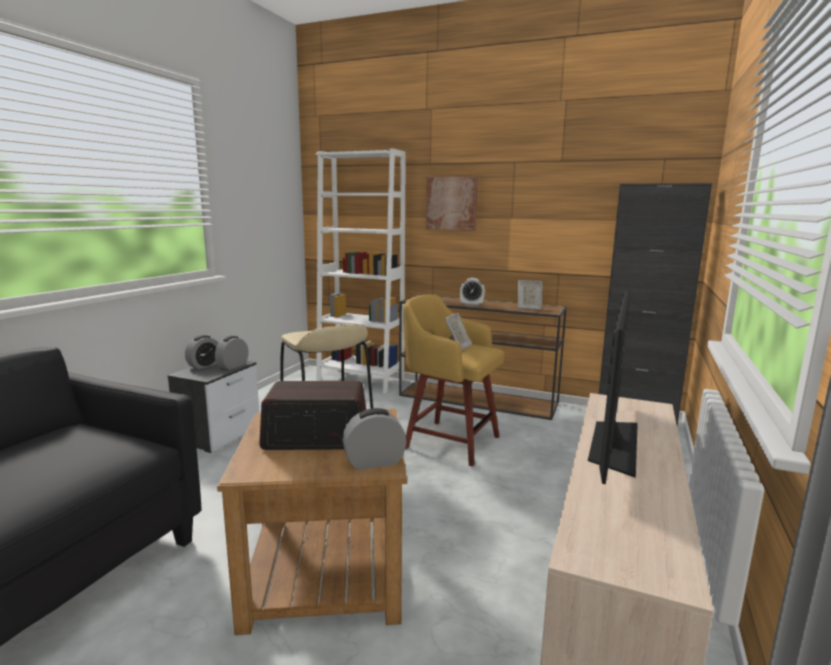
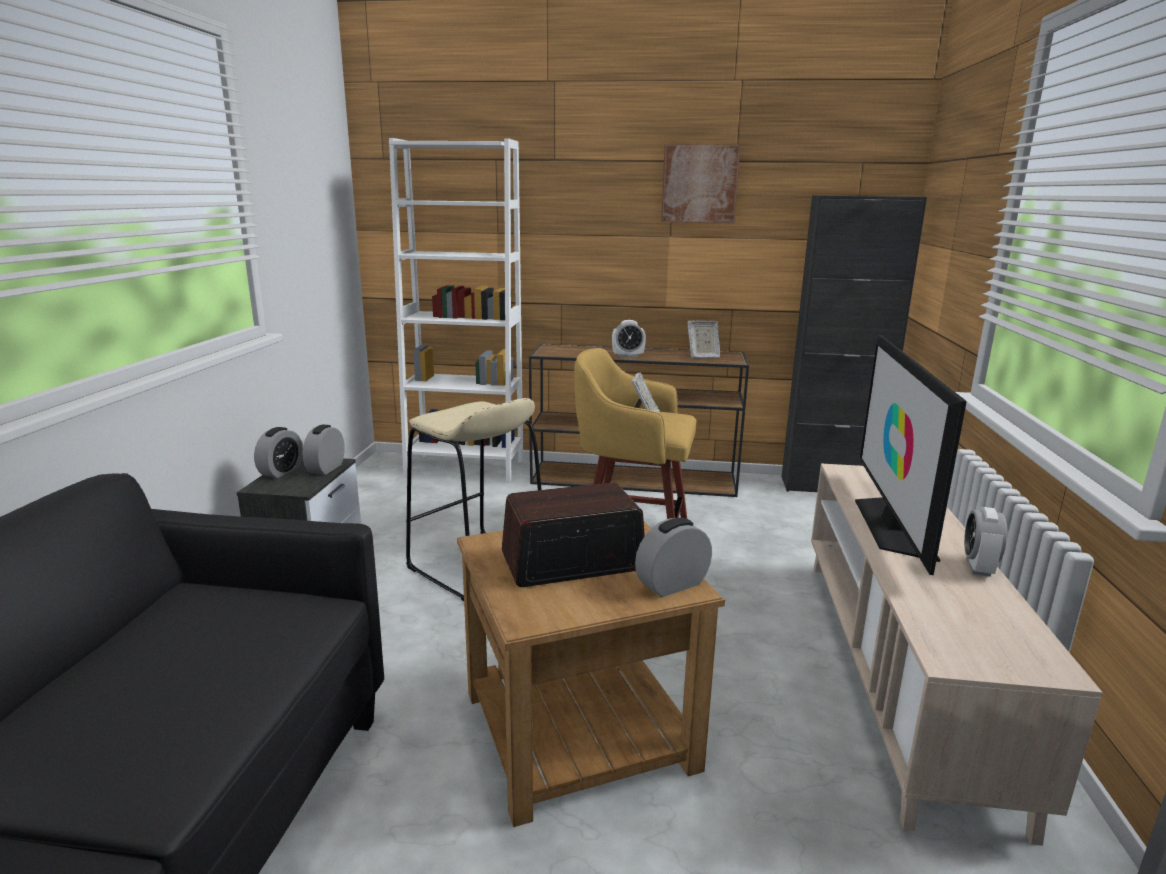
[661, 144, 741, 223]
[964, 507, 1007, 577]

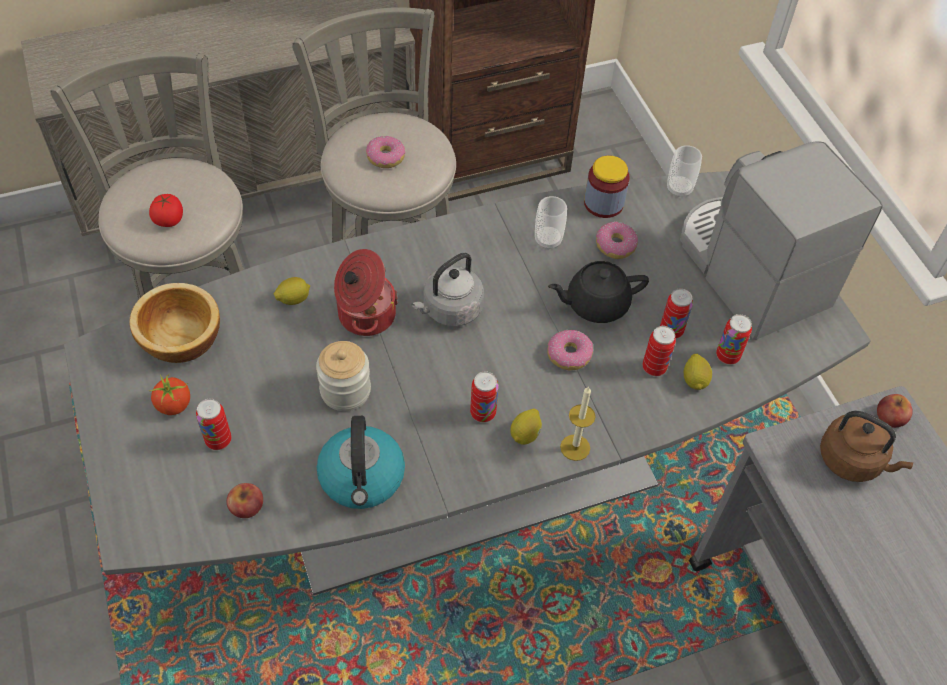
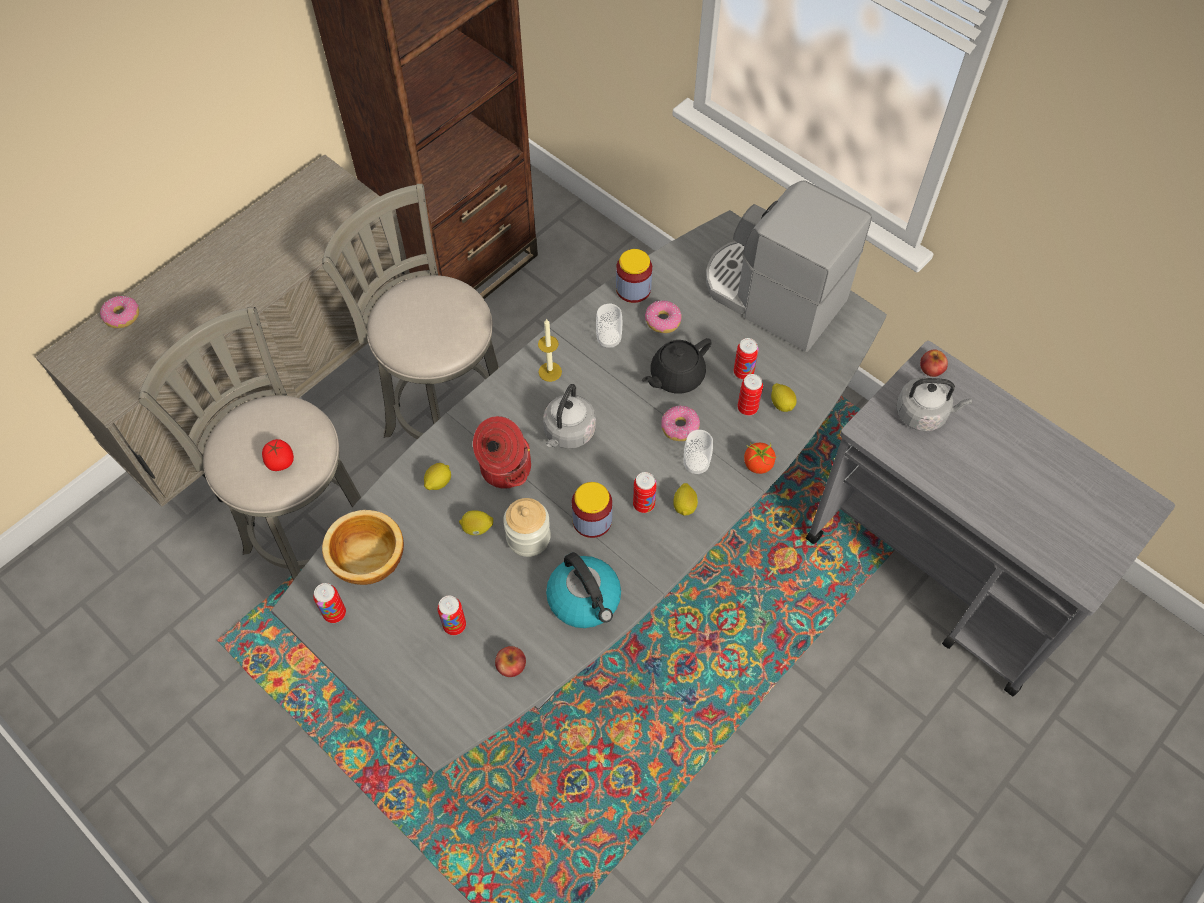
[100, 296, 139, 328]
[313, 583, 346, 623]
[459, 510, 493, 535]
[538, 319, 562, 382]
[572, 482, 613, 538]
[684, 430, 713, 475]
[744, 442, 778, 474]
[896, 377, 972, 431]

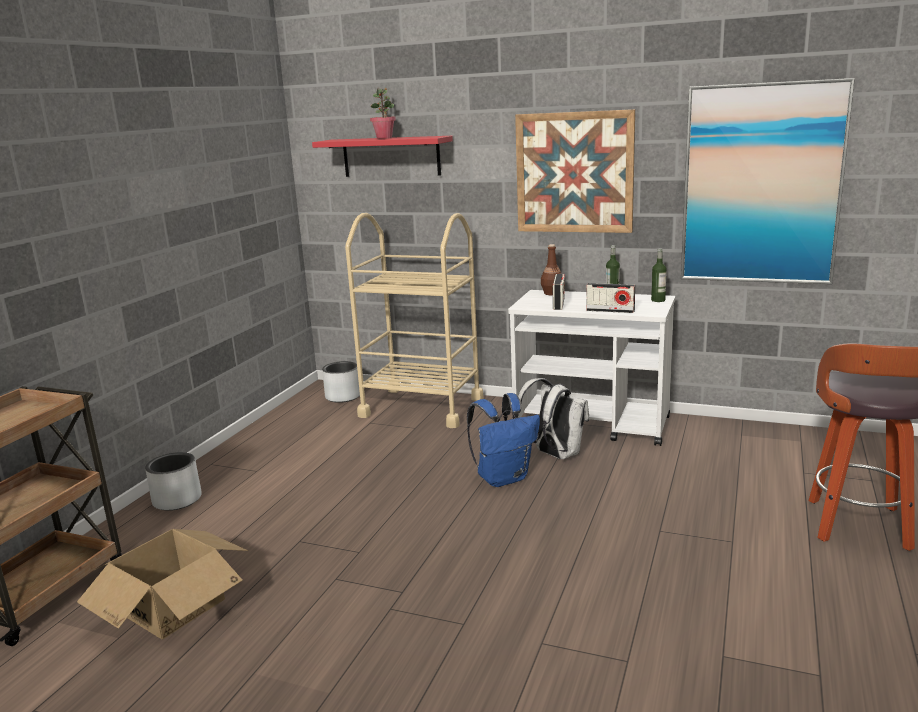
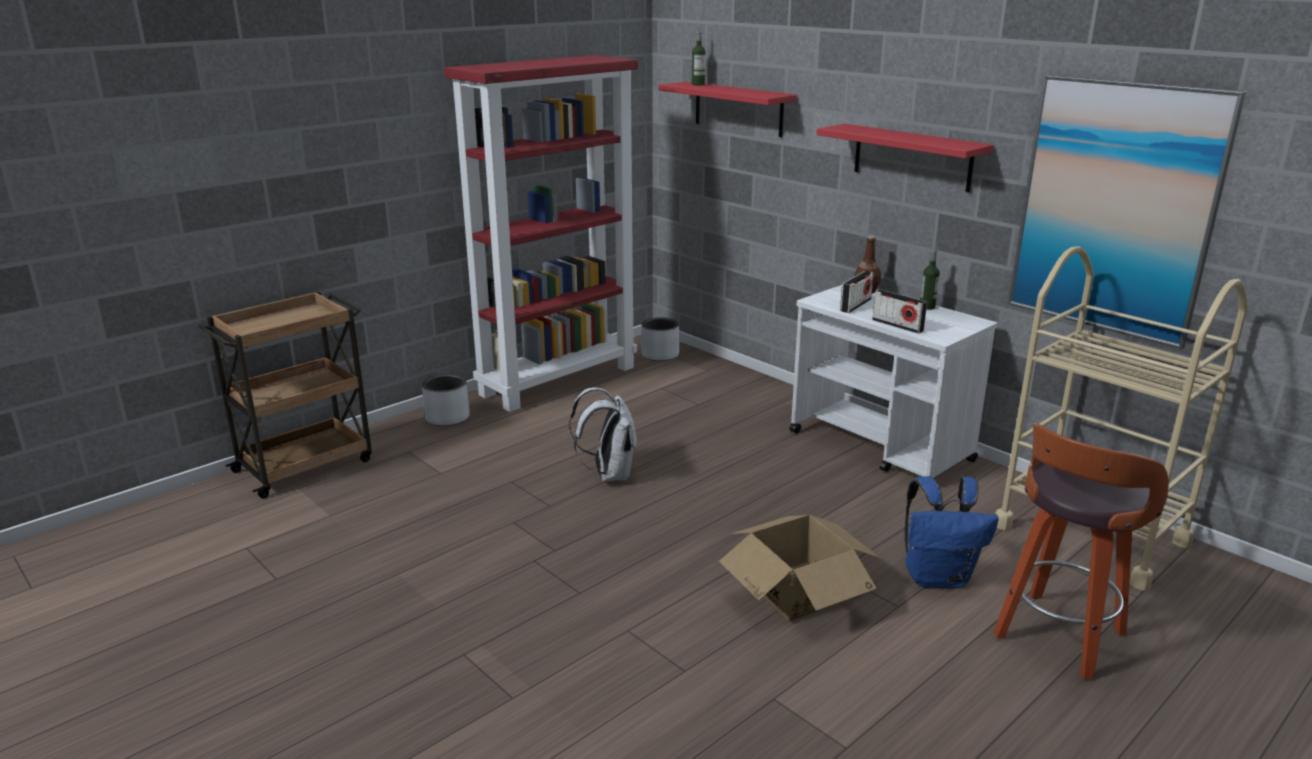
[444, 55, 638, 412]
[569, 387, 637, 482]
[692, 31, 706, 85]
[719, 515, 882, 621]
[817, 124, 994, 192]
[905, 476, 998, 588]
[995, 246, 1248, 591]
[370, 88, 396, 139] (first image)

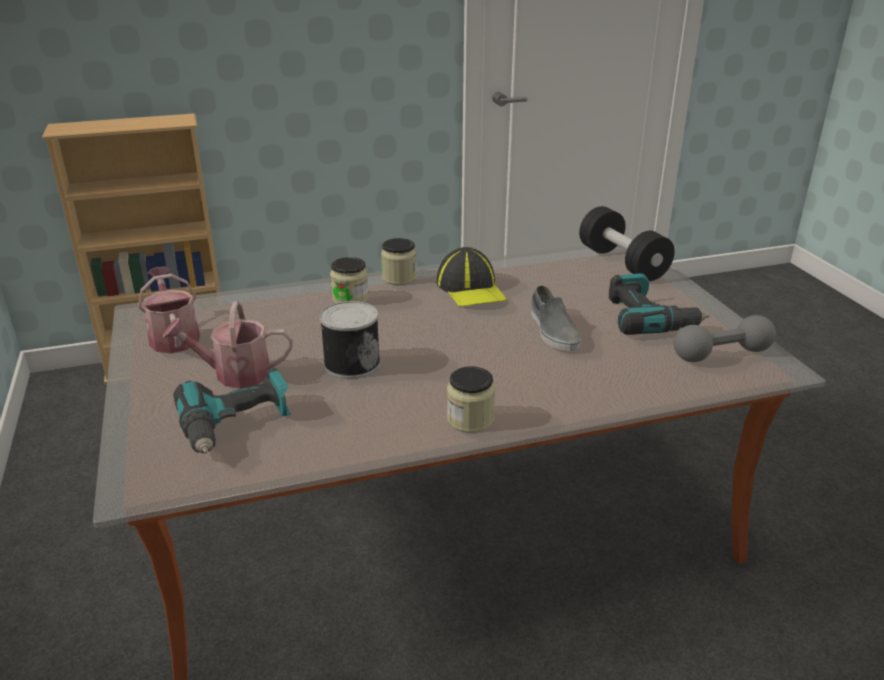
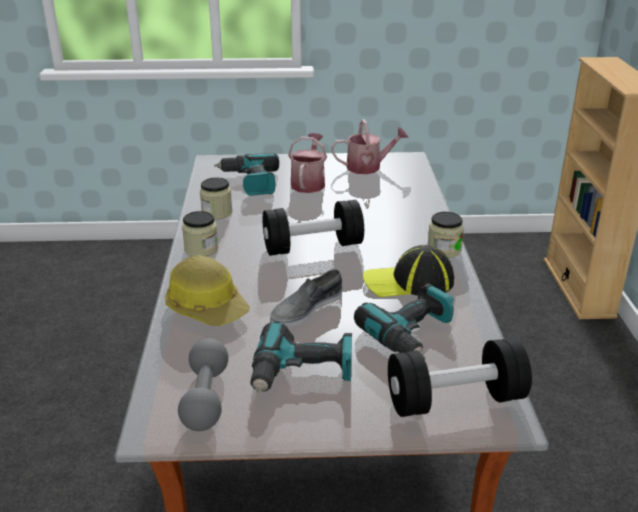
[165, 255, 250, 326]
[200, 177, 232, 219]
[263, 200, 364, 256]
[270, 269, 342, 328]
[354, 284, 454, 359]
[320, 301, 380, 379] (first image)

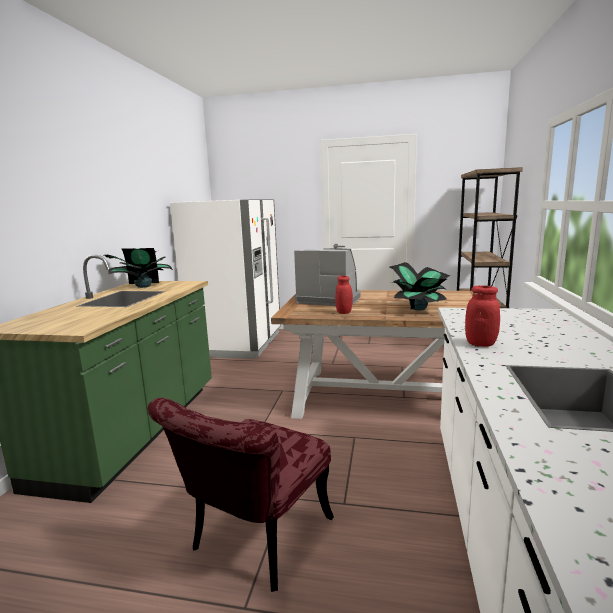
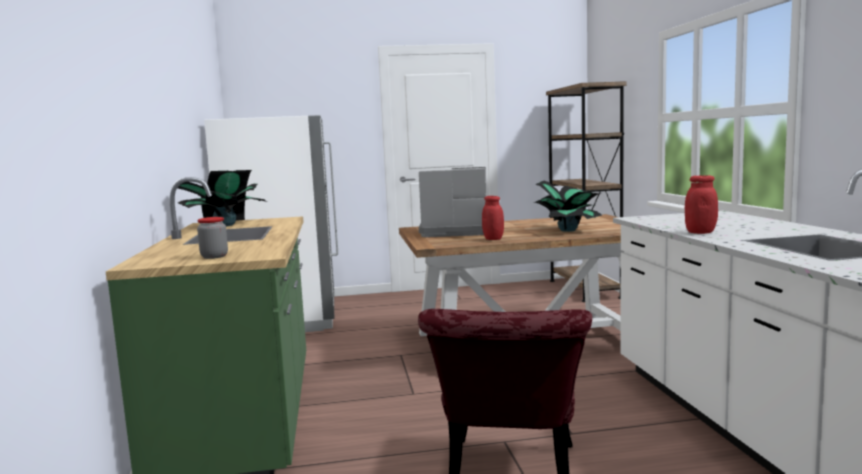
[197, 217, 228, 259]

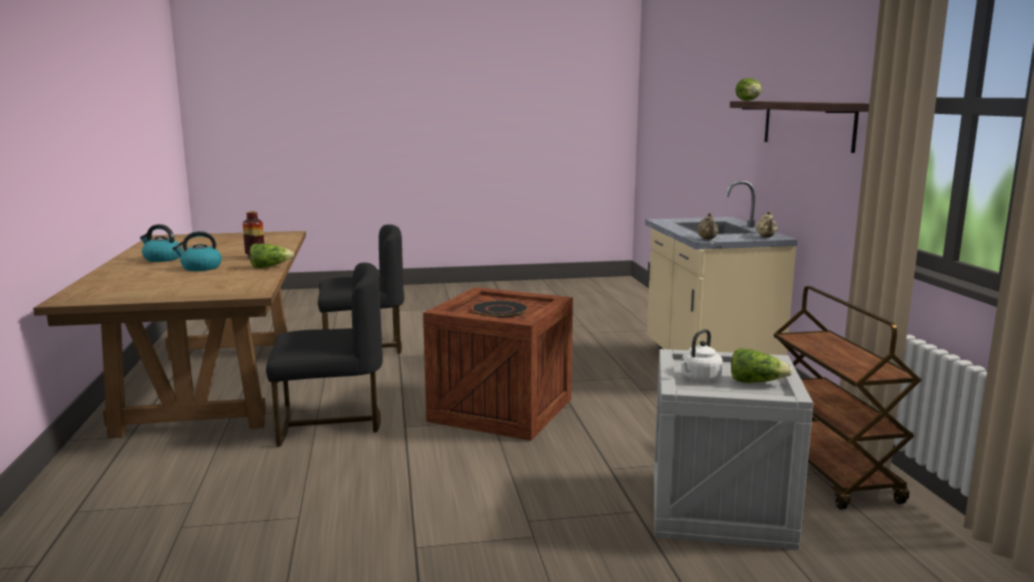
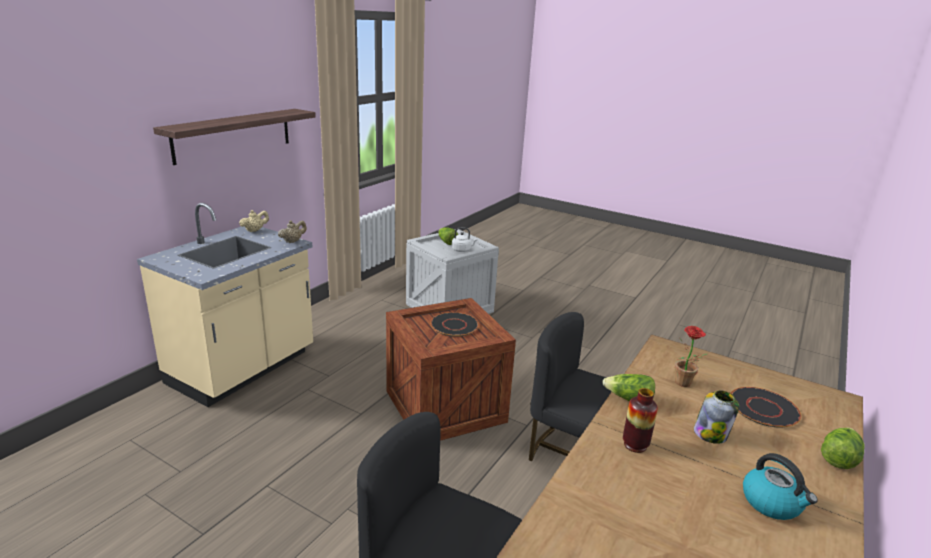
[675, 326, 708, 387]
[694, 390, 739, 444]
[731, 387, 801, 428]
[821, 428, 865, 469]
[773, 286, 921, 510] (first image)

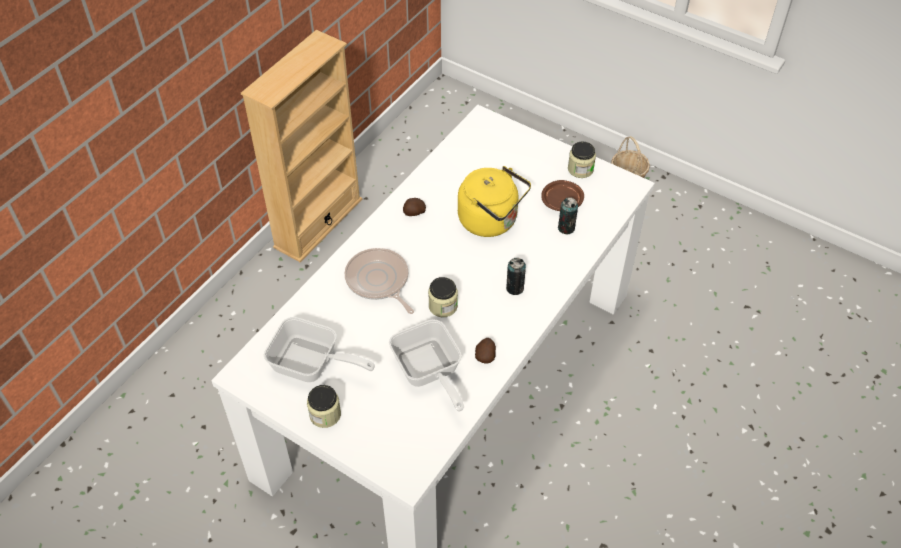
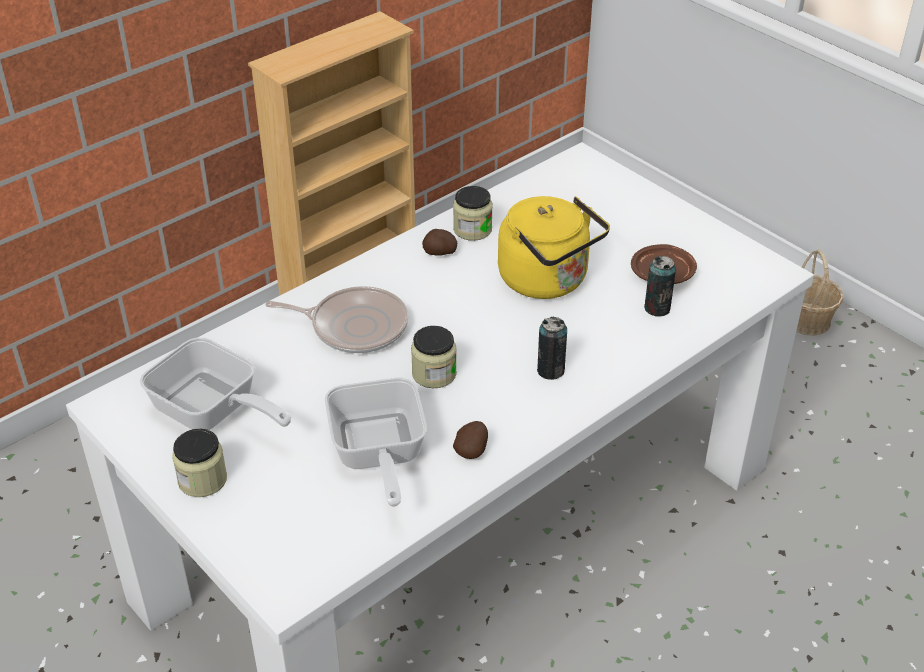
[265, 286, 408, 353]
[453, 186, 493, 241]

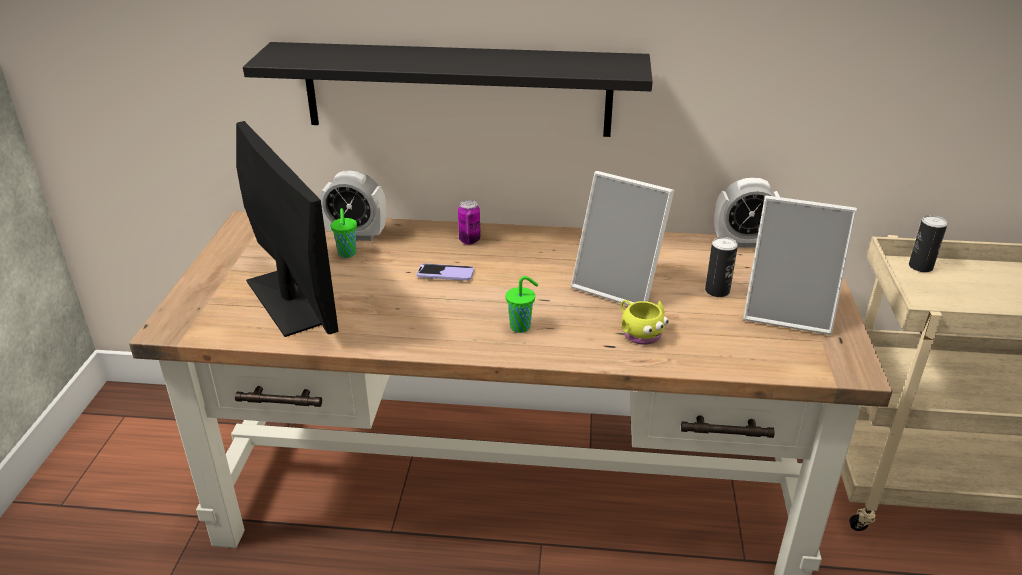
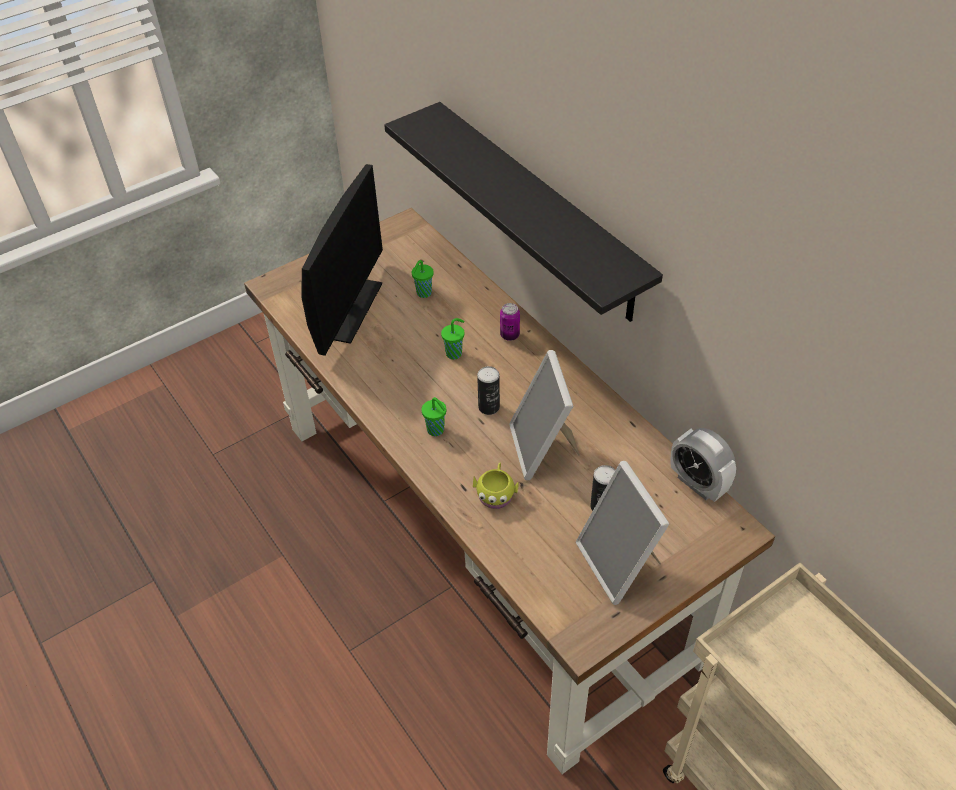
[441, 318, 464, 359]
[477, 366, 500, 415]
[320, 171, 386, 241] (first image)

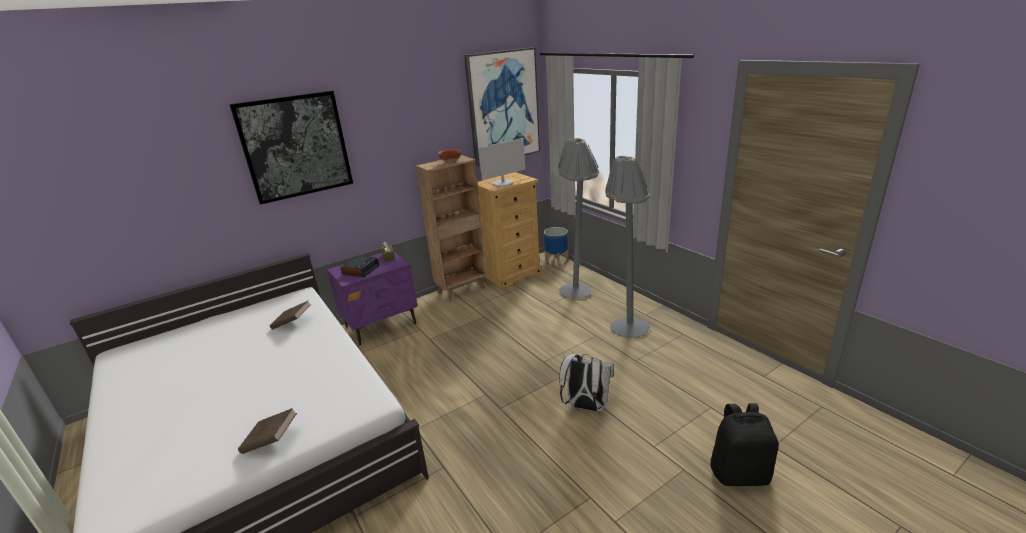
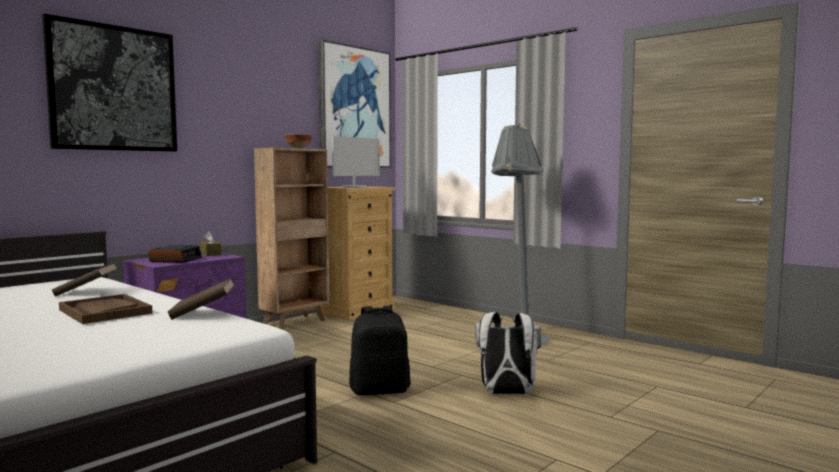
[59, 294, 152, 324]
[168, 278, 235, 320]
[349, 306, 411, 395]
[544, 227, 568, 267] (first image)
[558, 138, 599, 299] (first image)

